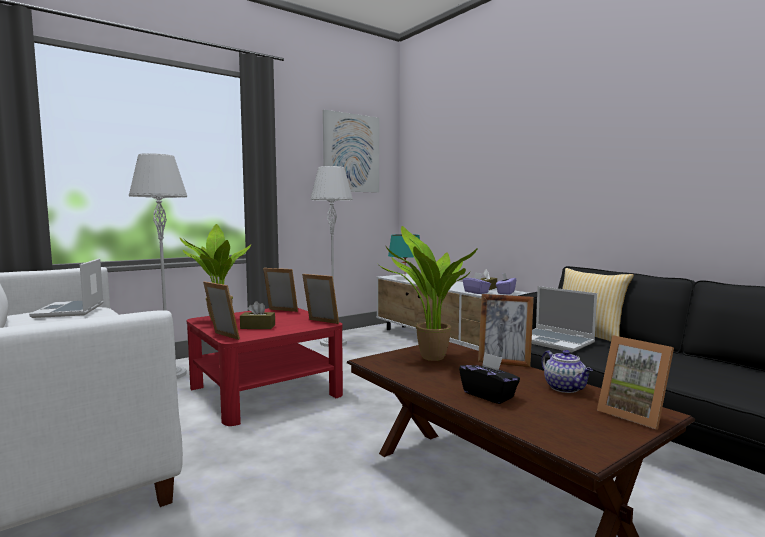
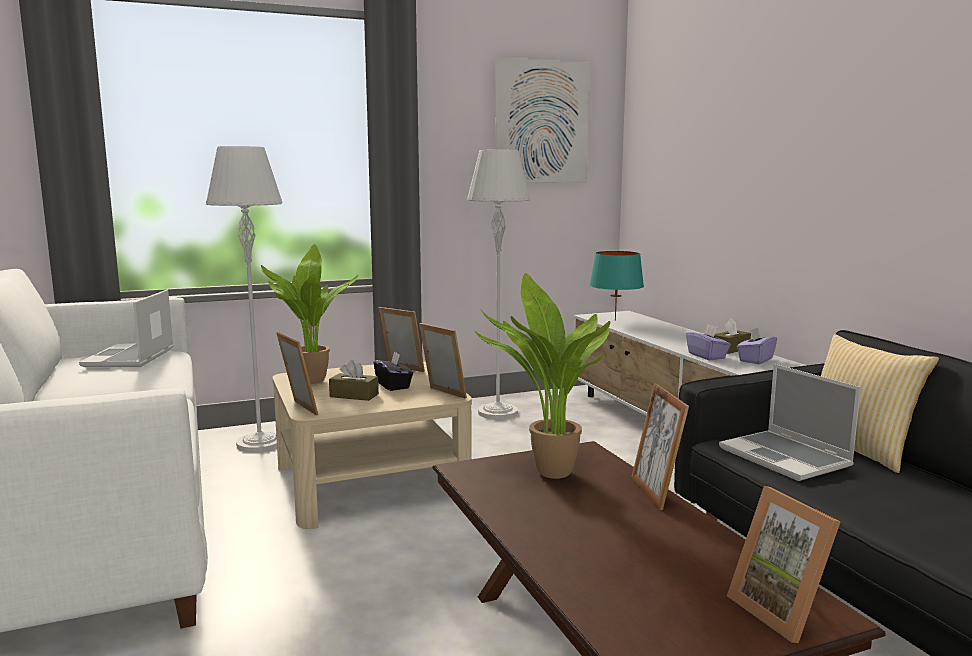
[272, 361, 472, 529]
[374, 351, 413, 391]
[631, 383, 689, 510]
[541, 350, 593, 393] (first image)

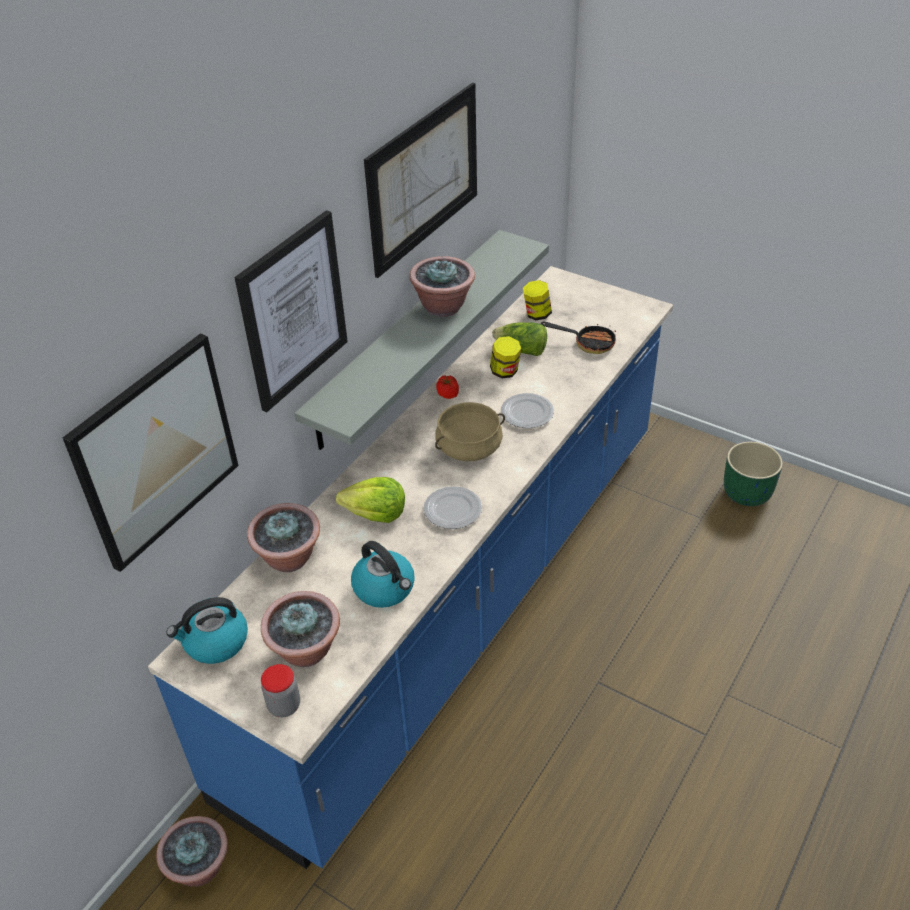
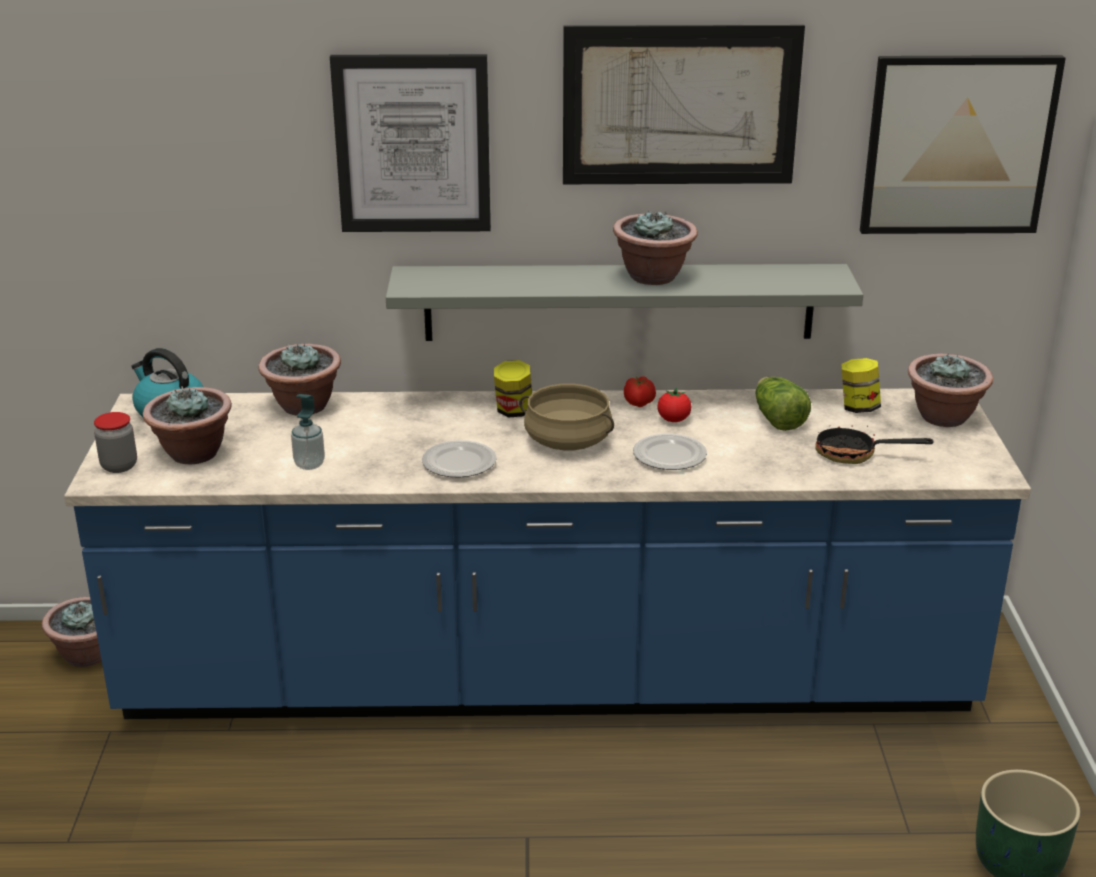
[291, 394, 325, 470]
[494, 360, 532, 417]
[657, 388, 691, 422]
[815, 426, 934, 464]
[860, 55, 1066, 234]
[908, 354, 993, 427]
[336, 477, 405, 523] (first image)

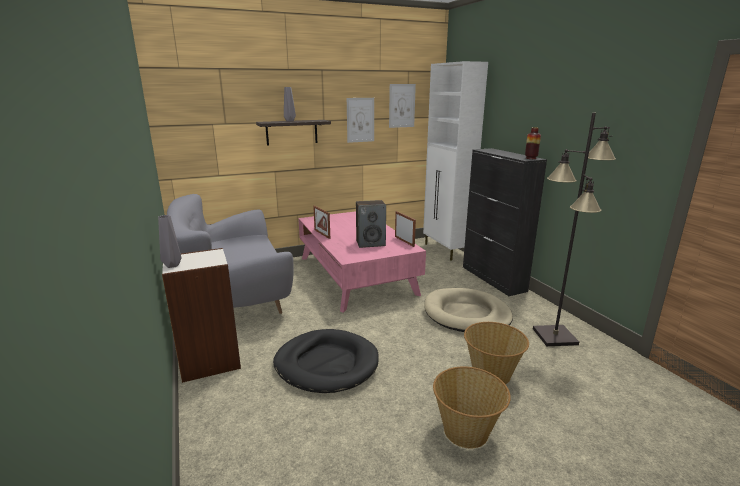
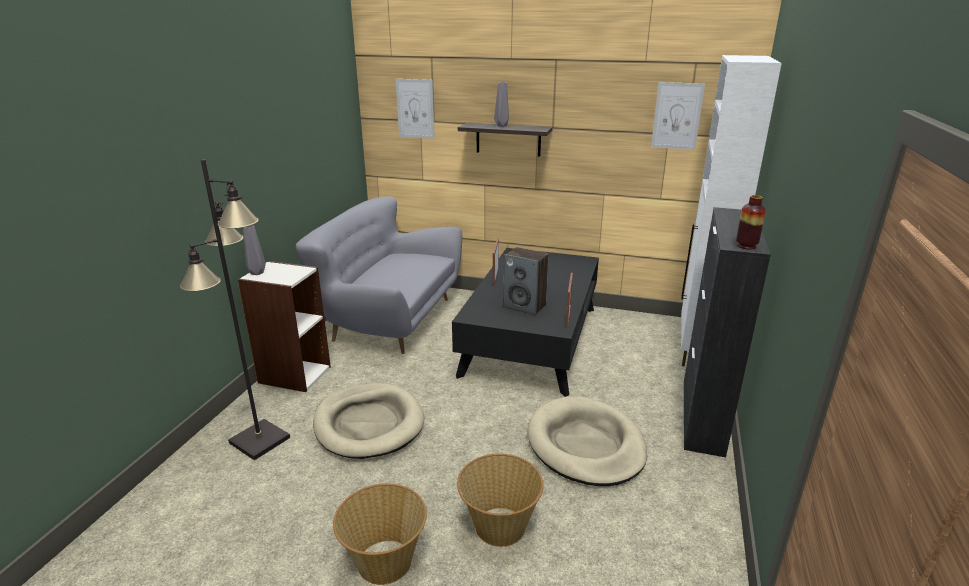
[180, 159, 290, 460]
[313, 383, 424, 459]
[396, 79, 435, 139]
[452, 248, 599, 397]

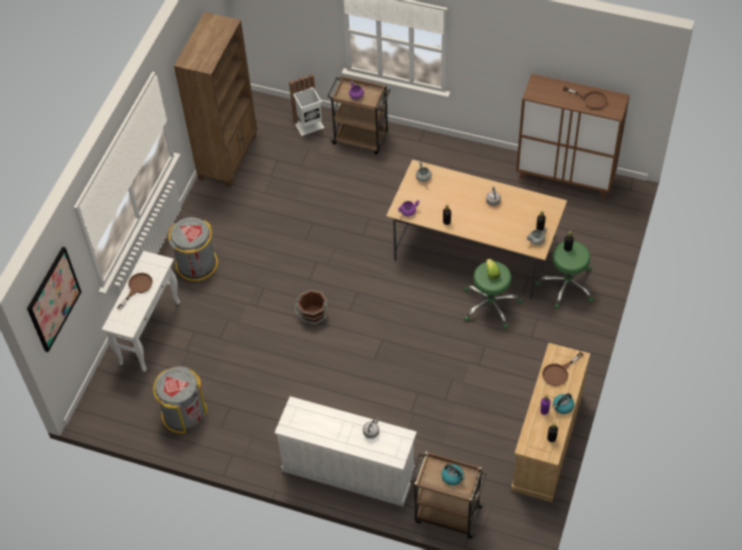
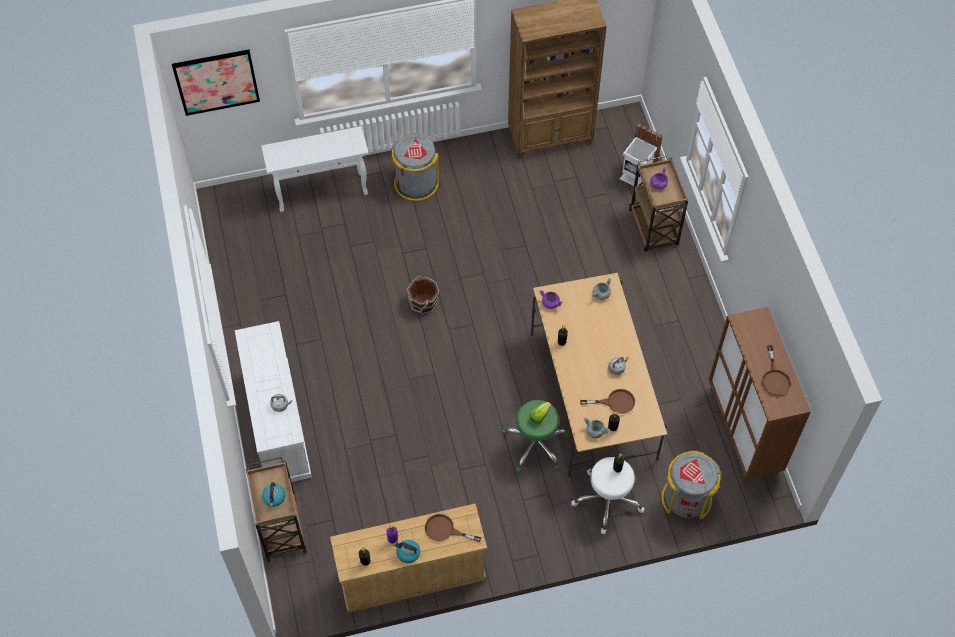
[571, 457, 645, 534]
[580, 389, 635, 414]
[661, 451, 721, 519]

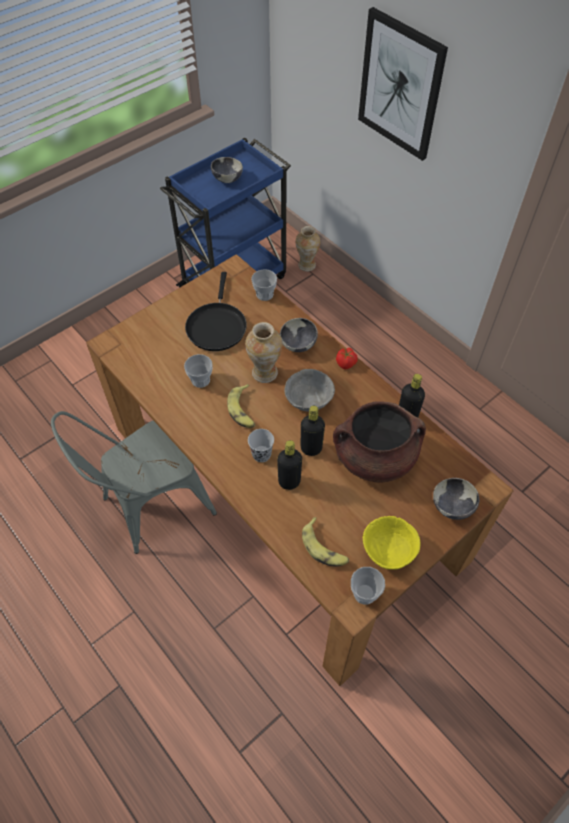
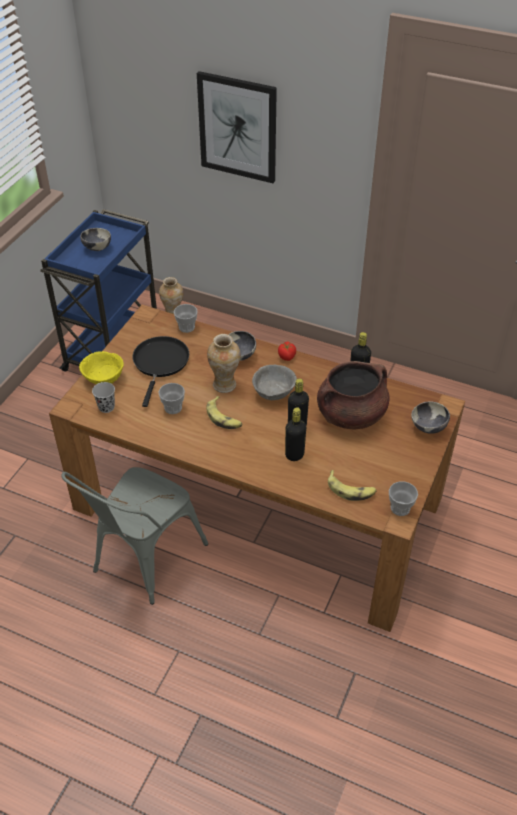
[79, 351, 124, 384]
[92, 382, 115, 413]
[133, 336, 189, 407]

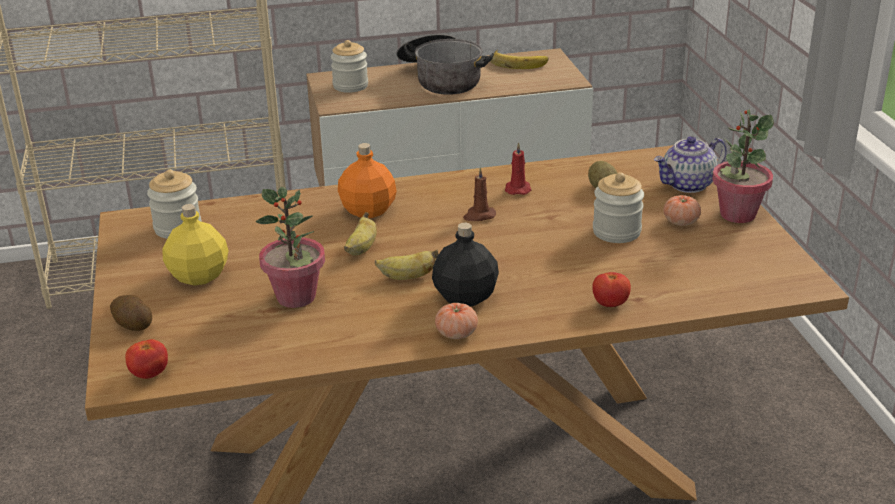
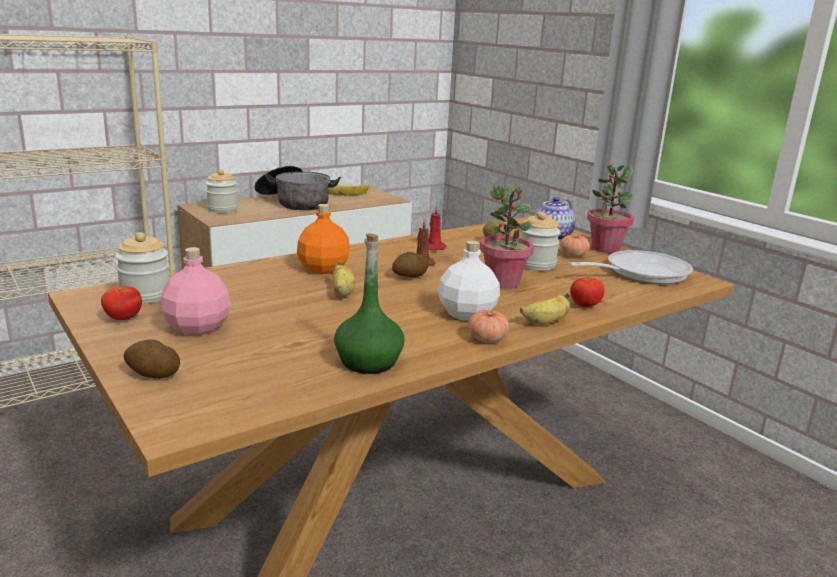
[101, 286, 142, 320]
[162, 247, 231, 335]
[334, 233, 405, 374]
[392, 252, 428, 277]
[438, 241, 500, 321]
[480, 184, 534, 289]
[520, 293, 570, 325]
[568, 250, 693, 284]

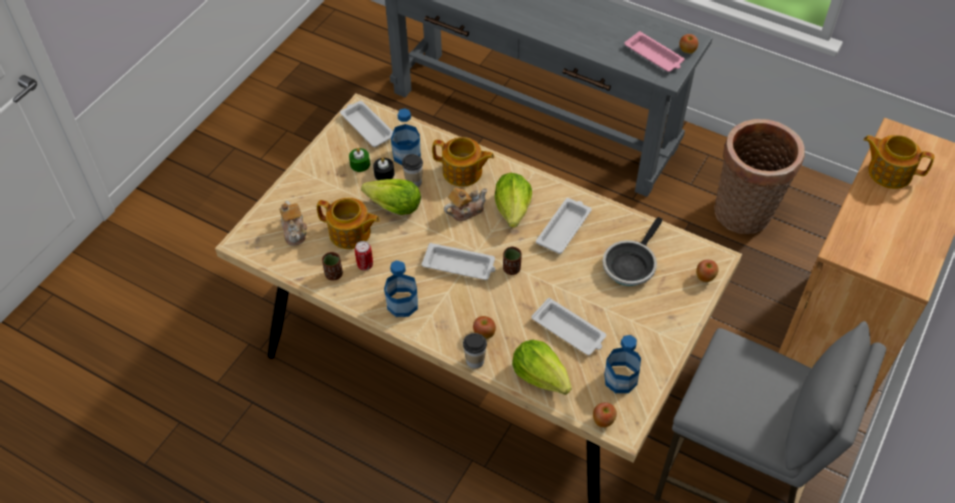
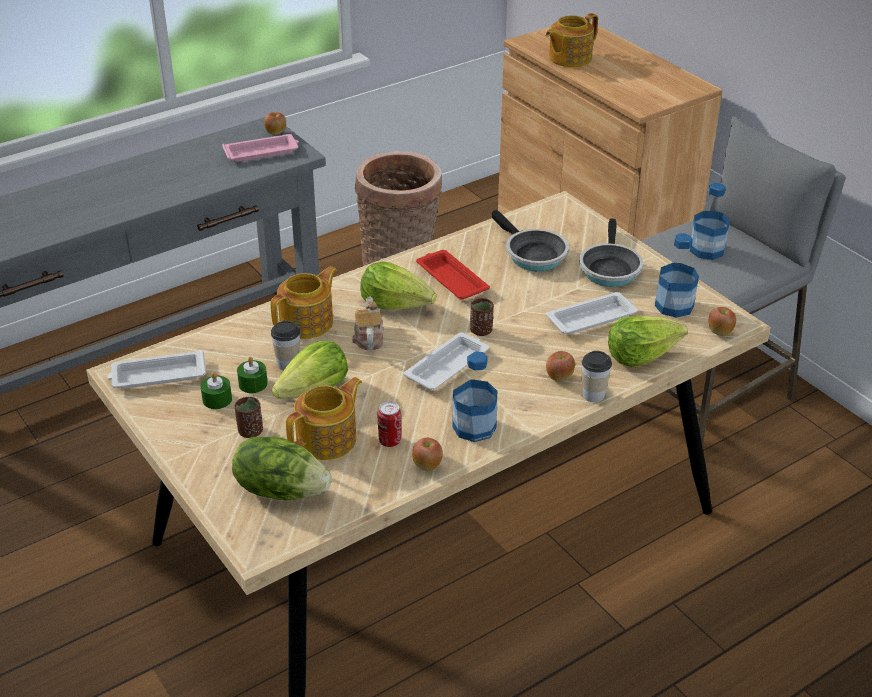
[232, 437, 332, 500]
[235, 397, 263, 438]
[237, 357, 268, 393]
[412, 438, 443, 471]
[416, 250, 490, 300]
[579, 218, 643, 287]
[690, 183, 730, 260]

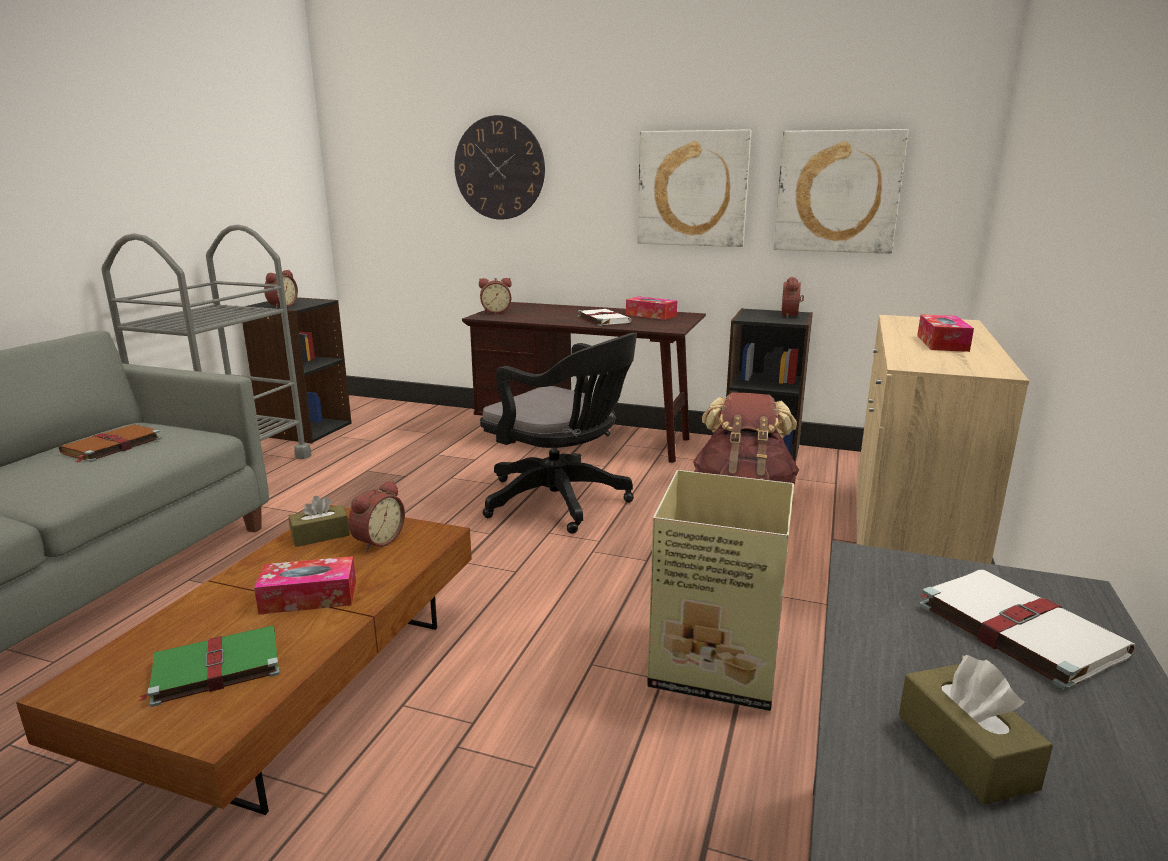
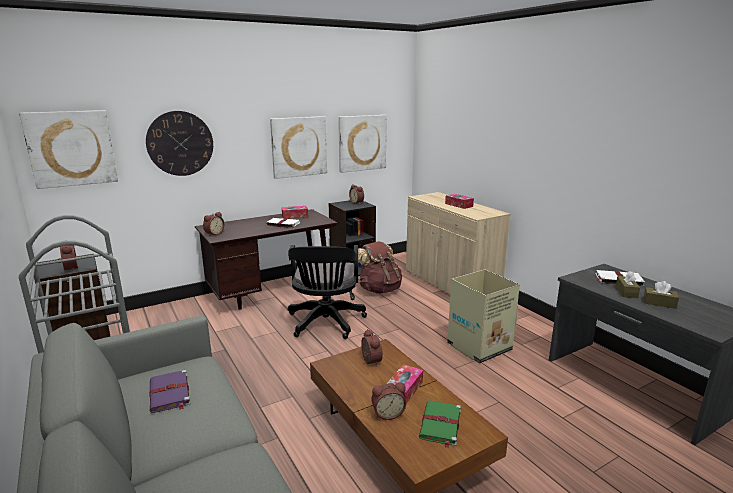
[19, 110, 118, 189]
[149, 370, 191, 413]
[288, 245, 367, 339]
[371, 383, 406, 420]
[616, 271, 640, 298]

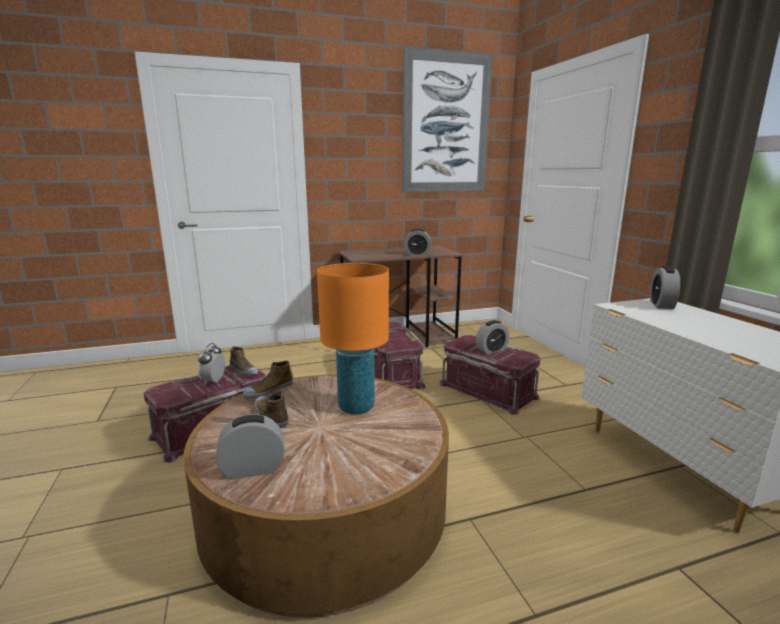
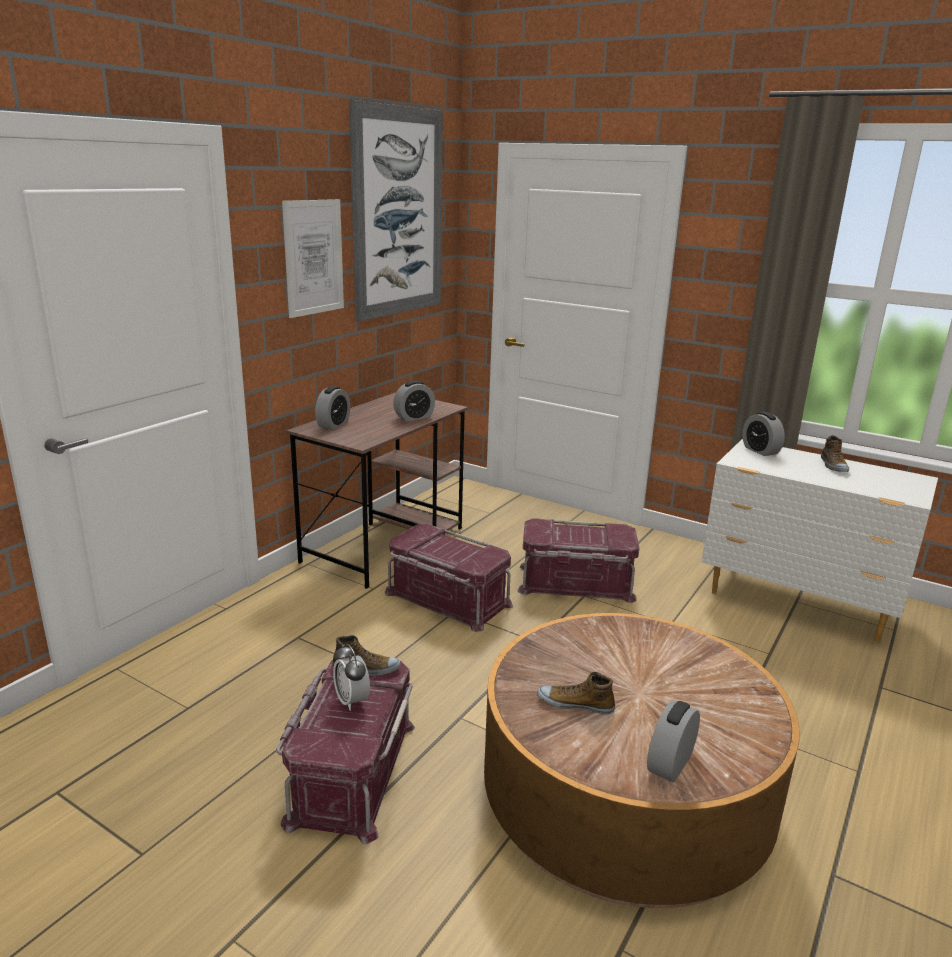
[282, 199, 344, 318]
[315, 386, 350, 429]
[821, 435, 849, 472]
[317, 263, 389, 415] (first image)

